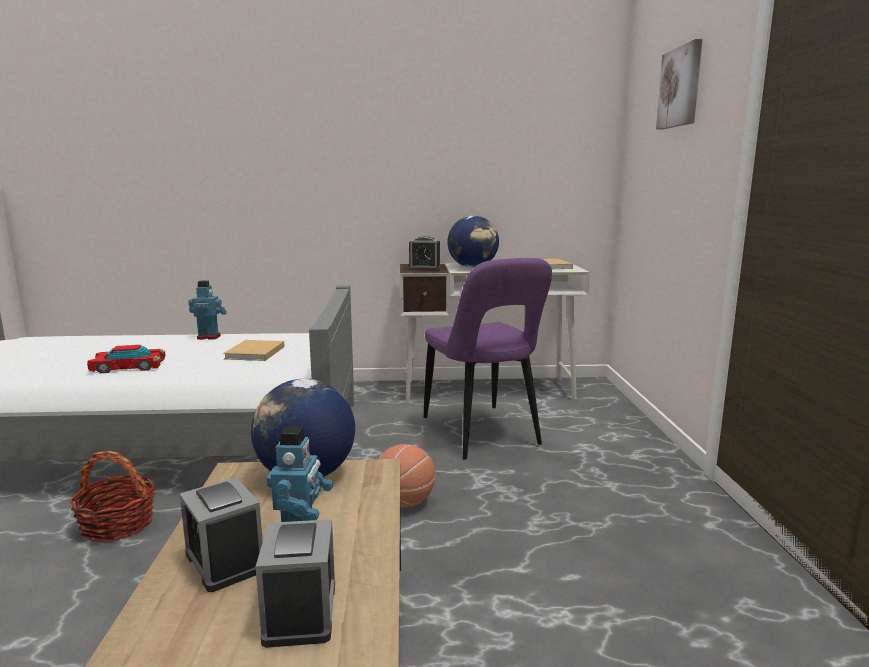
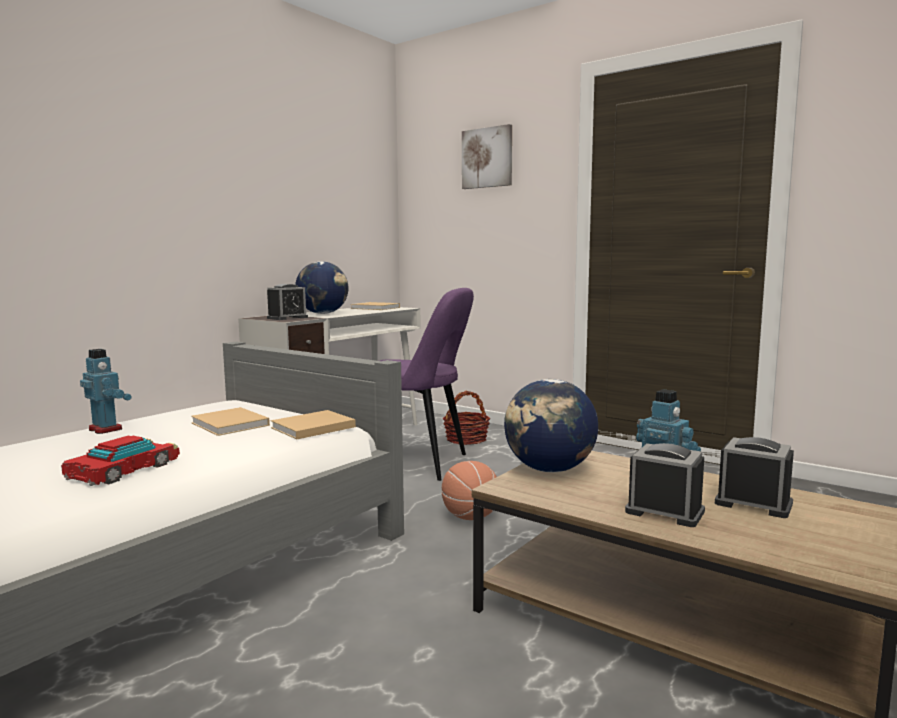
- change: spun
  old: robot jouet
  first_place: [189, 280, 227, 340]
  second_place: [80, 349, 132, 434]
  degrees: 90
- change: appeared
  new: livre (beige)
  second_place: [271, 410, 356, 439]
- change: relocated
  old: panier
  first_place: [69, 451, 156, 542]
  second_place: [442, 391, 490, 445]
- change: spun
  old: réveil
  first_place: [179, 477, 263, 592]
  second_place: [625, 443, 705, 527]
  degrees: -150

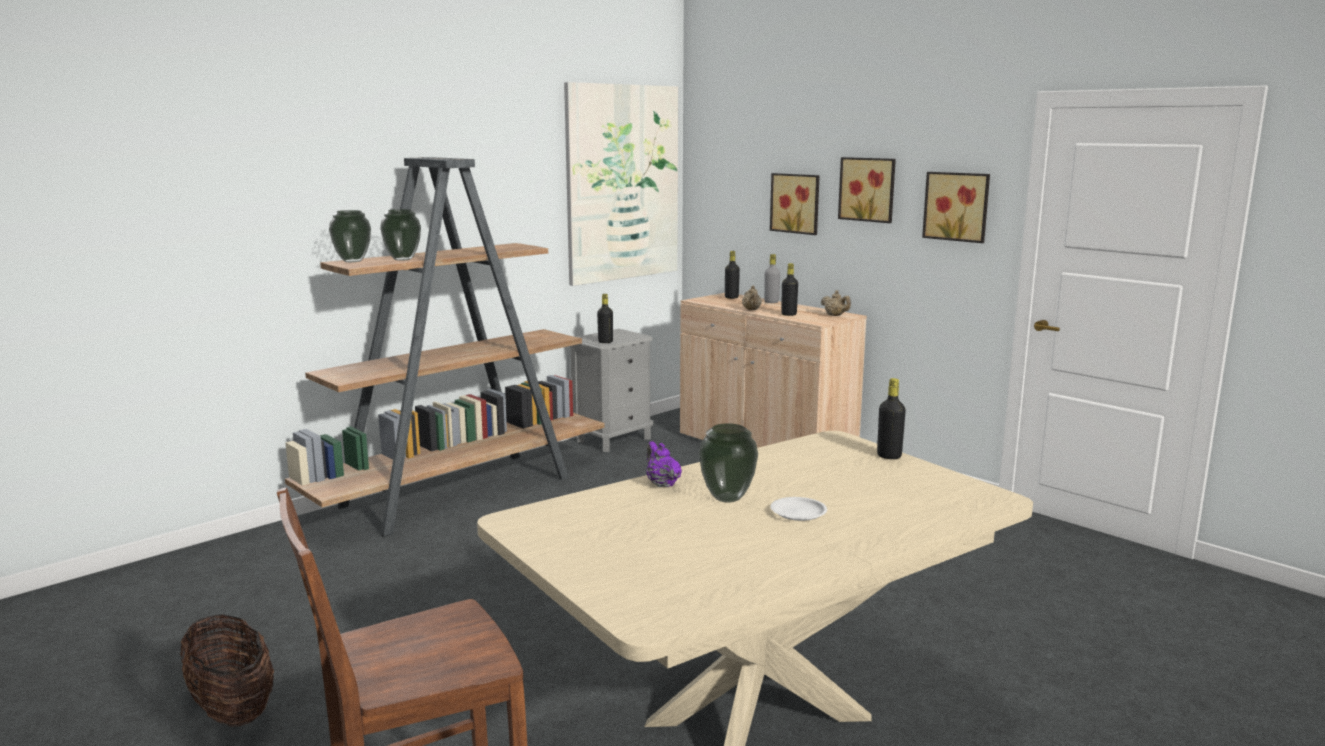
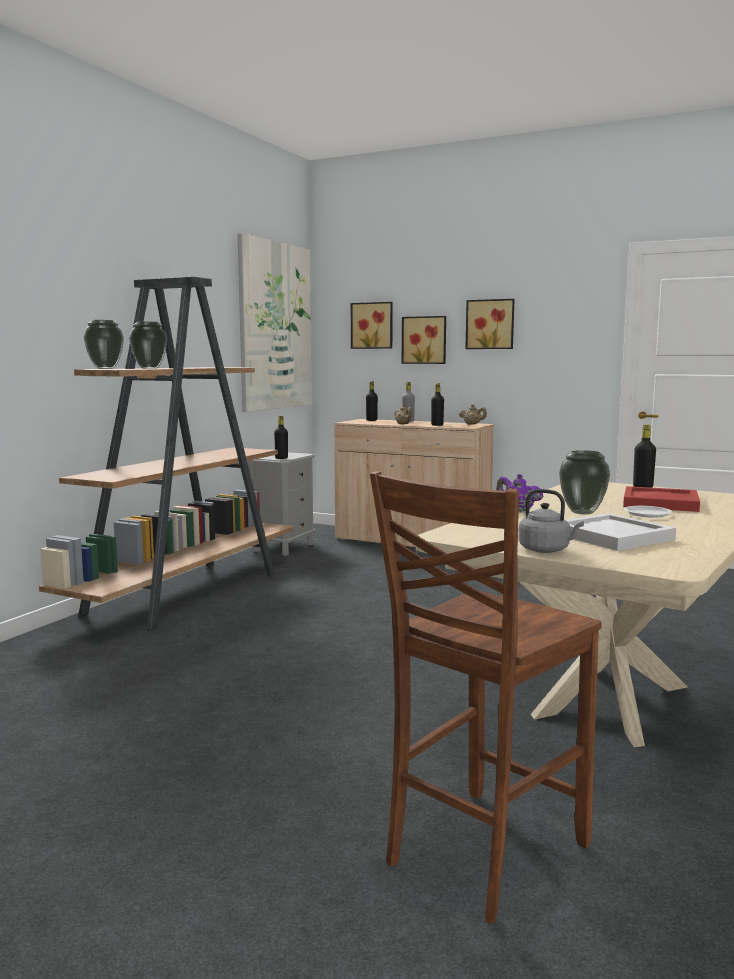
- change: relocated
  old: tableau
  first_place: [922, 172, 990, 243]
  second_place: [351, 302, 393, 349]
- change: appeared
  new: bouilloire (gris)
  second_place: [518, 489, 584, 553]
- change: appeared
  new: plateau (blanc)
  second_place: [566, 513, 676, 551]
- change: appeared
  new: plateau (rouge)
  second_place: [623, 486, 700, 512]
- change: missing
  old: panier
  first_place: [180, 614, 274, 727]

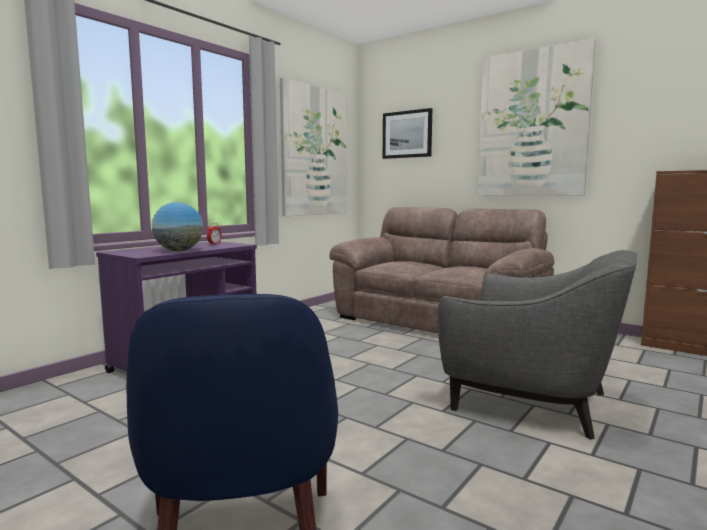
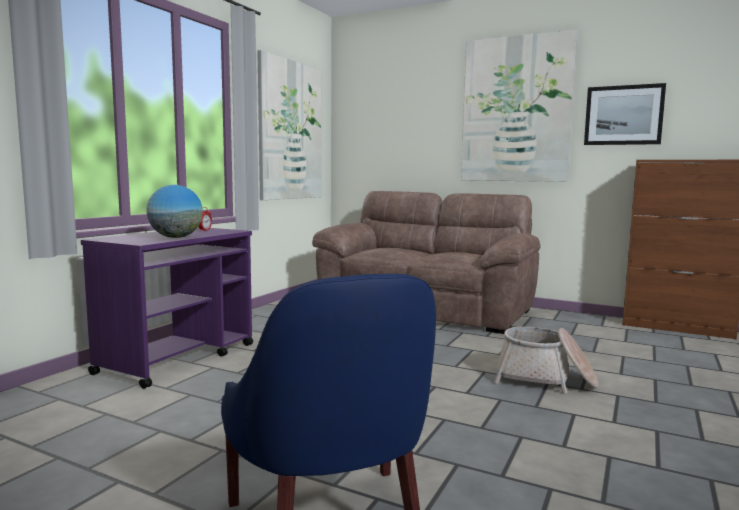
- change: exchanged
  old: fauteuil (gris)
  new: panier
  first_place: [437, 250, 637, 439]
  second_place: [494, 327, 598, 393]
- change: relocated
  old: tableau
  first_place: [383, 108, 432, 159]
  second_place: [584, 83, 666, 145]

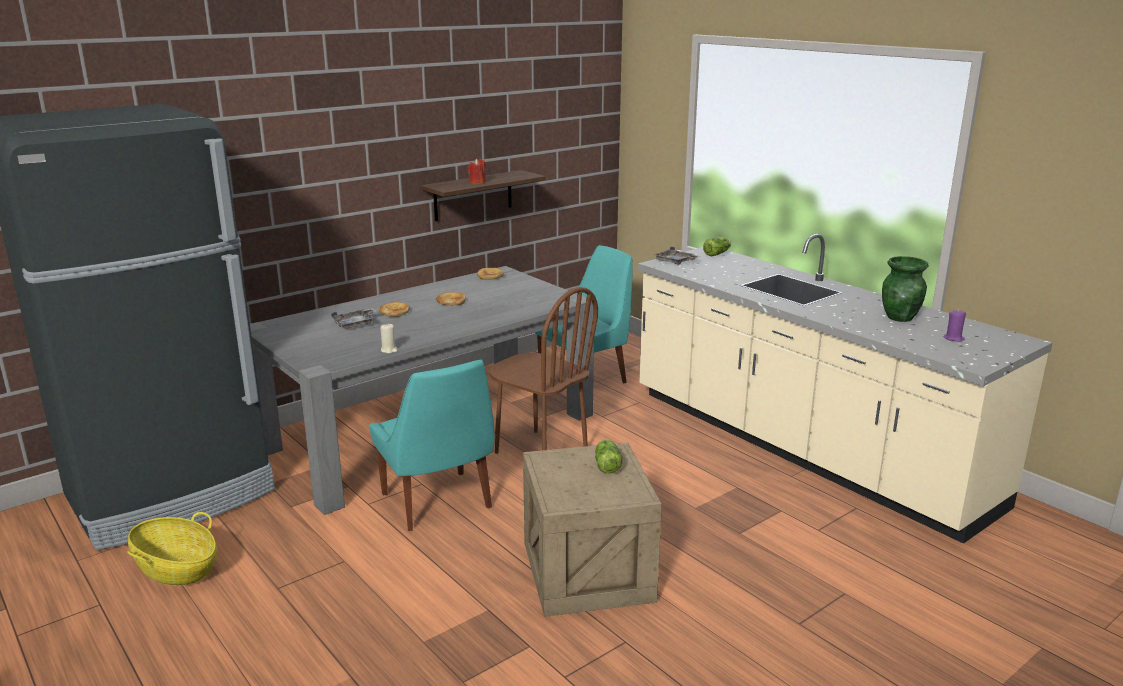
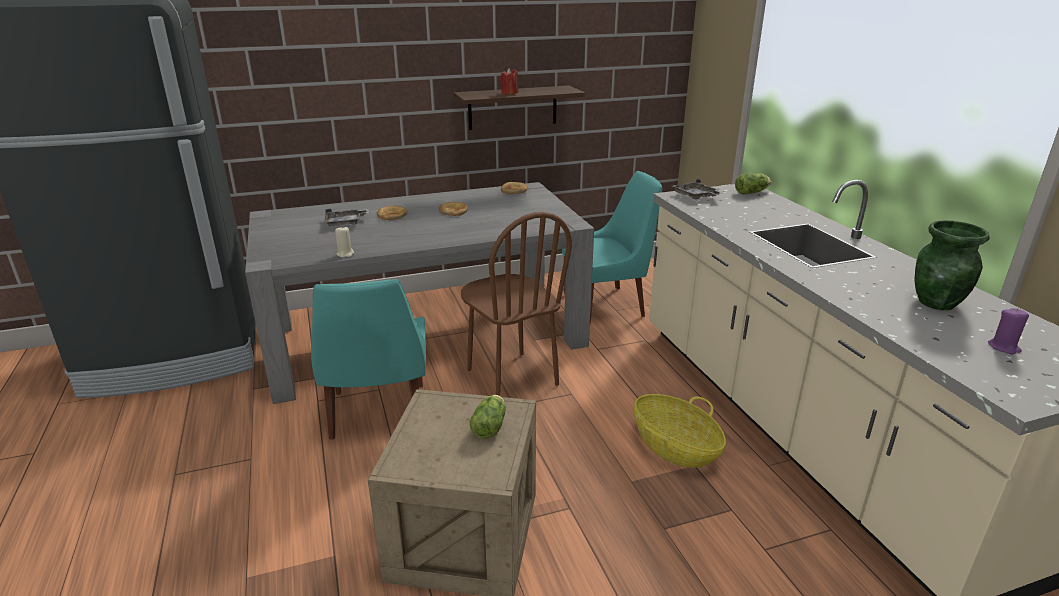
- change: relocated
  old: panier
  first_place: [127, 512, 217, 586]
  second_place: [634, 394, 726, 468]

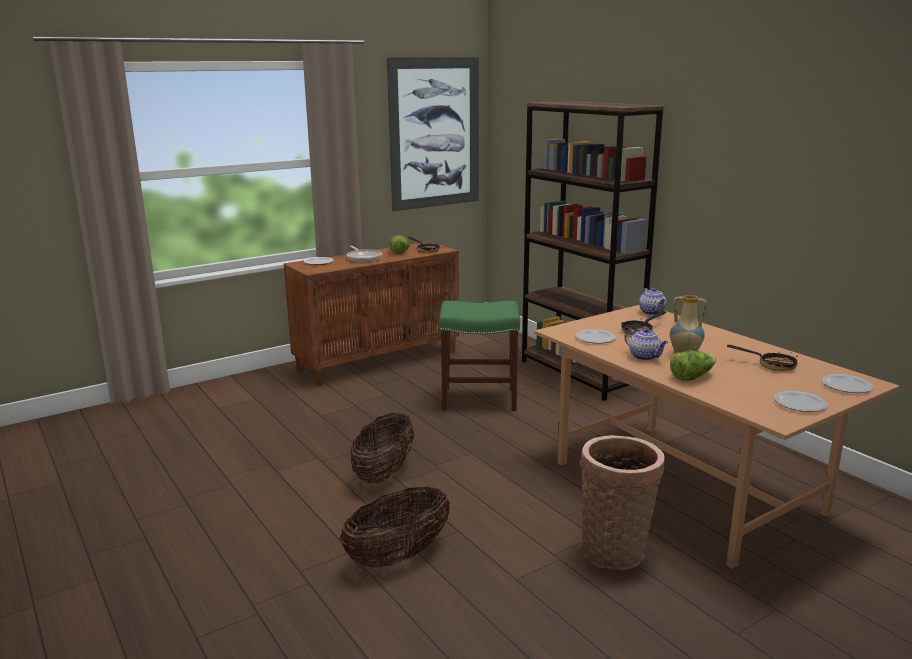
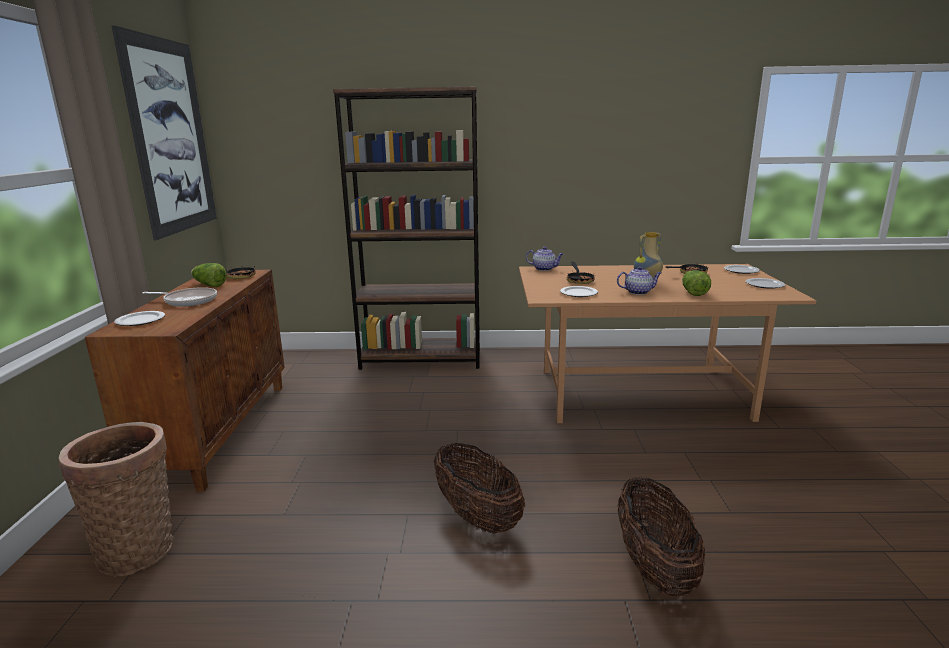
- change: relocated
  old: panier
  first_place: [580, 435, 665, 571]
  second_place: [59, 422, 173, 576]
- change: missing
  old: tabouret (vert)
  first_place: [439, 301, 520, 411]

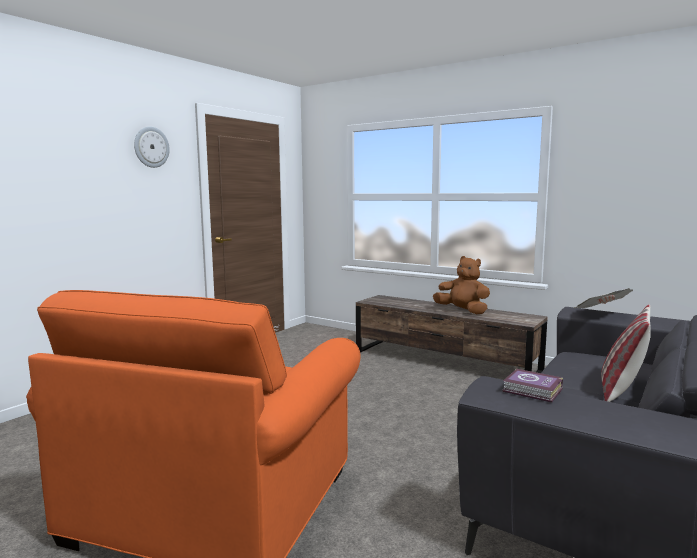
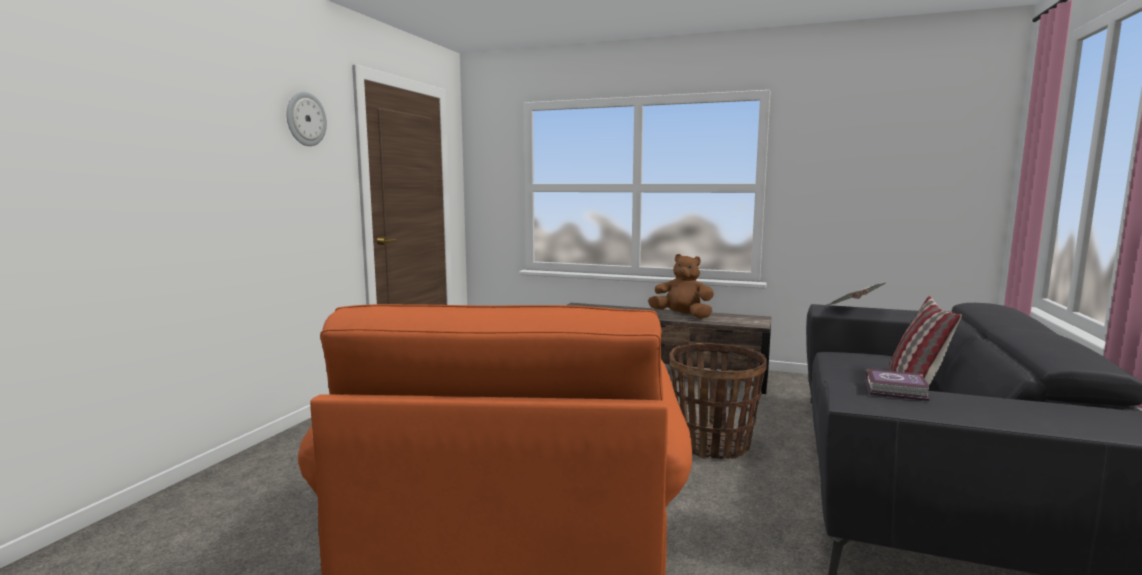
- change: appeared
  new: panier
  second_place: [669, 343, 767, 459]

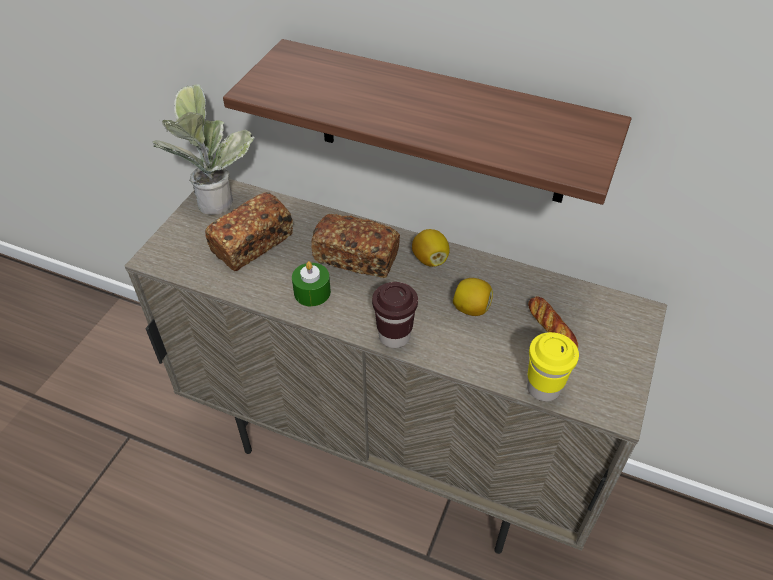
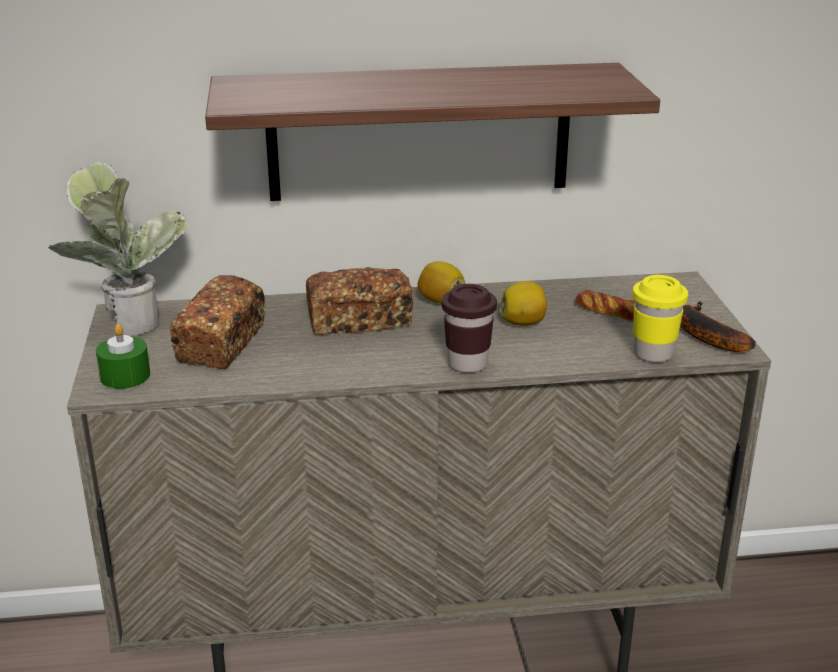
- change: relocated
  old: bougie (vert)
  first_place: [292, 261, 331, 307]
  second_place: [96, 324, 150, 389]
- change: appeared
  new: banane
  second_place: [680, 301, 756, 352]

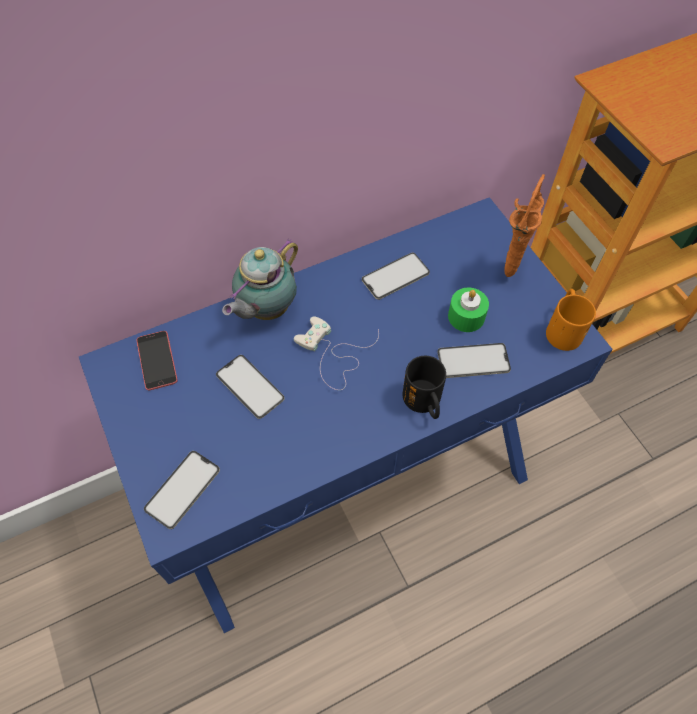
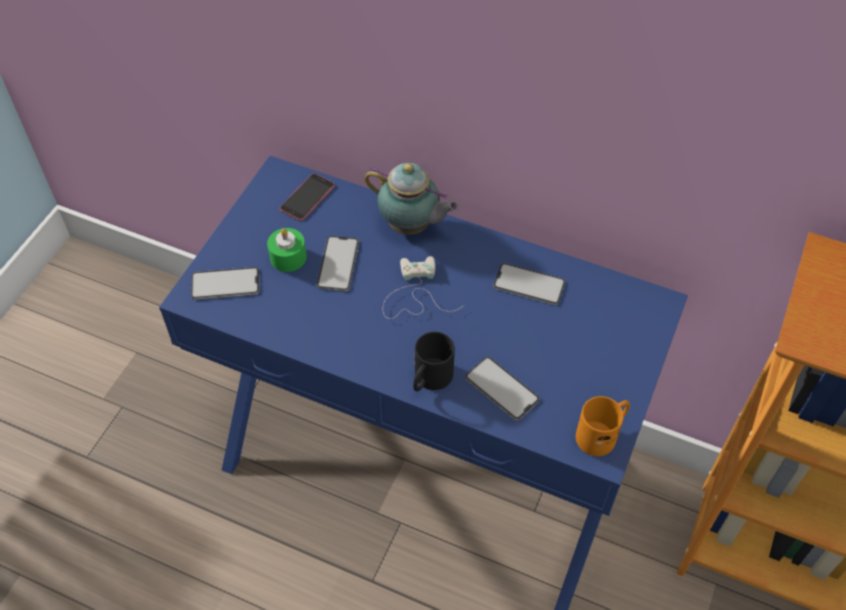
- change: relocated
  old: bougie (vert)
  first_place: [448, 288, 489, 332]
  second_place: [267, 228, 307, 272]
- change: spun
  old: théière
  first_place: [222, 238, 298, 320]
  second_place: [364, 163, 459, 235]
  degrees: -150
- change: missing
  old: vase (orange)
  first_place: [504, 174, 545, 277]

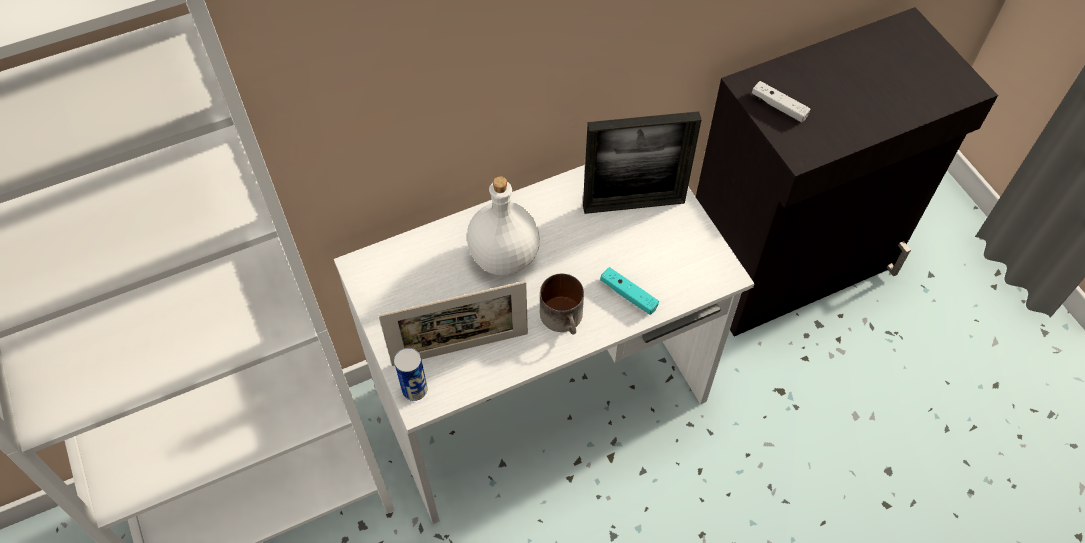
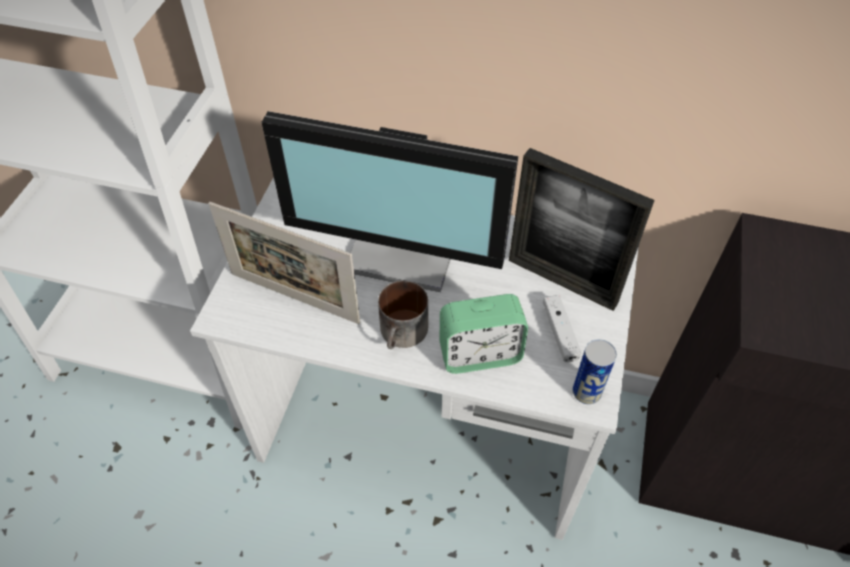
- change: exchanged
  old: bouteille (blanc)
  new: écran d'ordinateur
  first_place: [467, 176, 540, 275]
  second_place: [261, 111, 518, 292]
- change: exchanged
  old: manette (turquoise)
  new: réveil
  first_place: [600, 267, 659, 315]
  second_place: [439, 294, 528, 374]
- change: relocated
  old: manette (blanc)
  first_place: [752, 81, 810, 122]
  second_place: [543, 295, 582, 362]
- change: relocated
  old: boîte métallique
  first_place: [394, 348, 428, 401]
  second_place: [573, 339, 617, 404]

